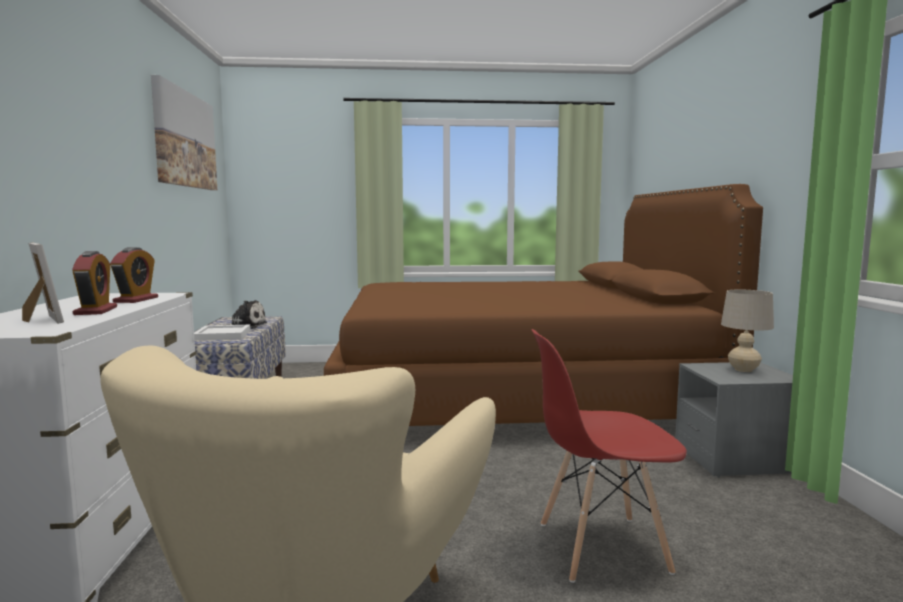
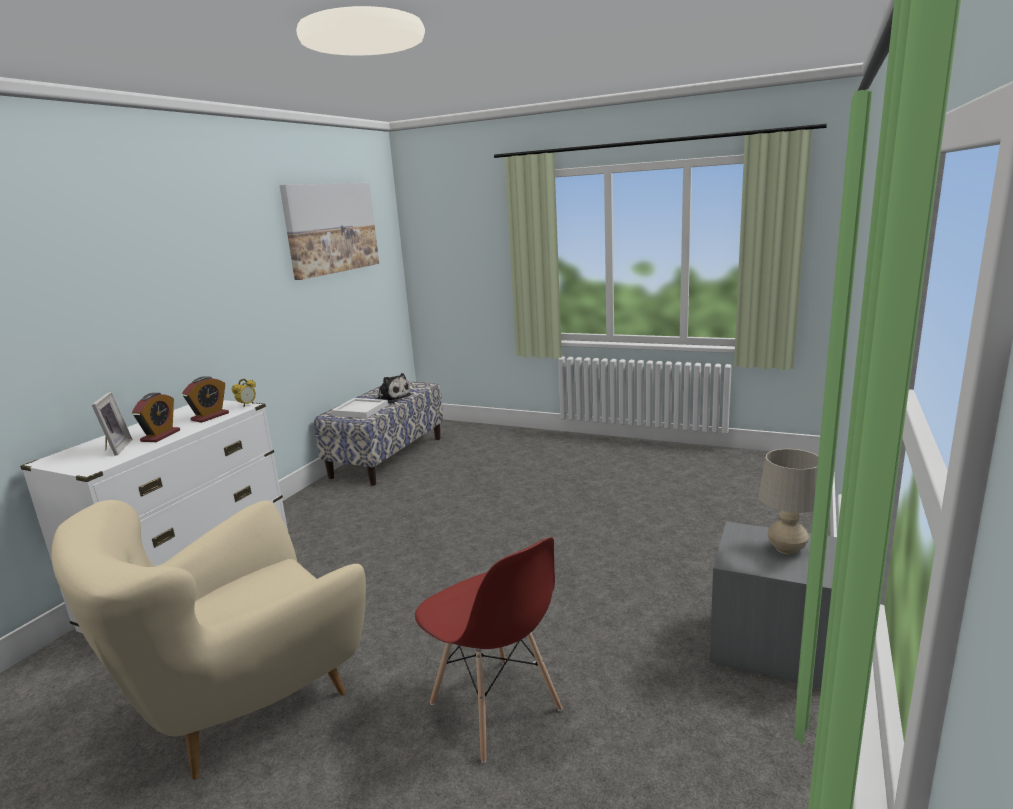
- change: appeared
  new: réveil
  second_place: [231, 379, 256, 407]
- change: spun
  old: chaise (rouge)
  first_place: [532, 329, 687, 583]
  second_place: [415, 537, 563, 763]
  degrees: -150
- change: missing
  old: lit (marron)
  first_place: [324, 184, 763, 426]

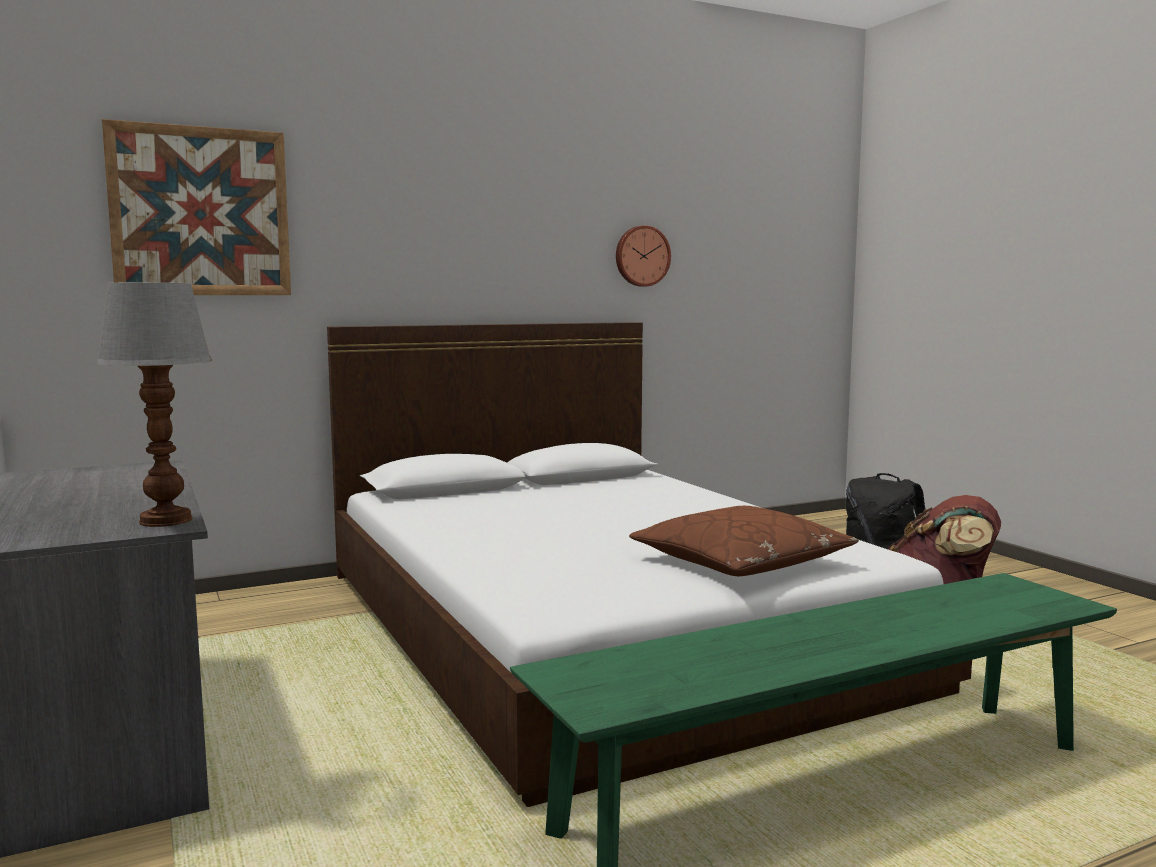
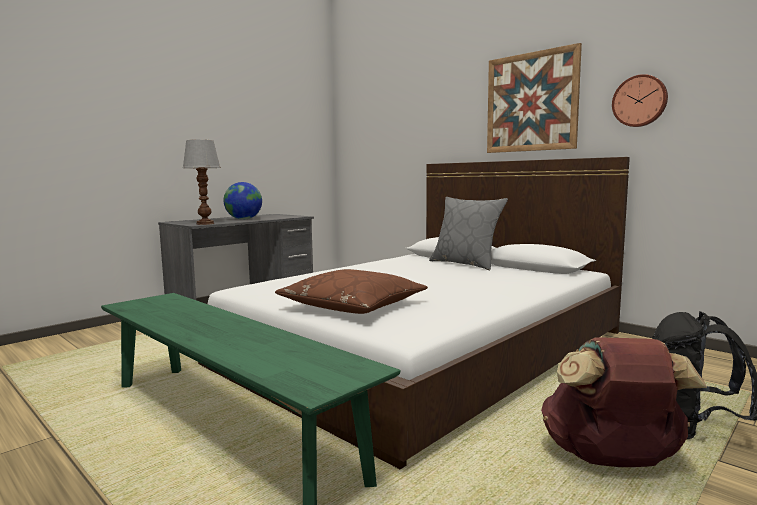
- change: appeared
  new: globe
  second_place: [223, 182, 262, 220]
- change: appeared
  new: coussin (gris)
  second_place: [429, 197, 508, 270]
- change: relocated
  old: tableau
  first_place: [102, 119, 291, 295]
  second_place: [487, 43, 582, 153]

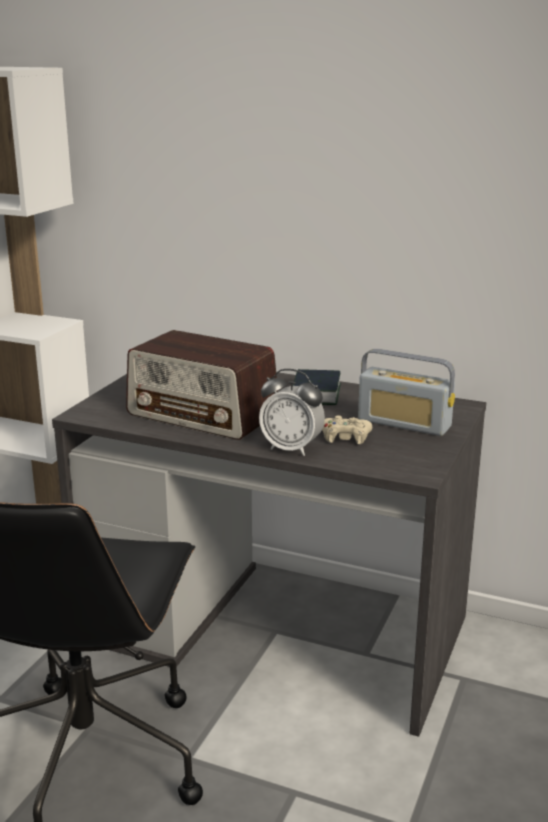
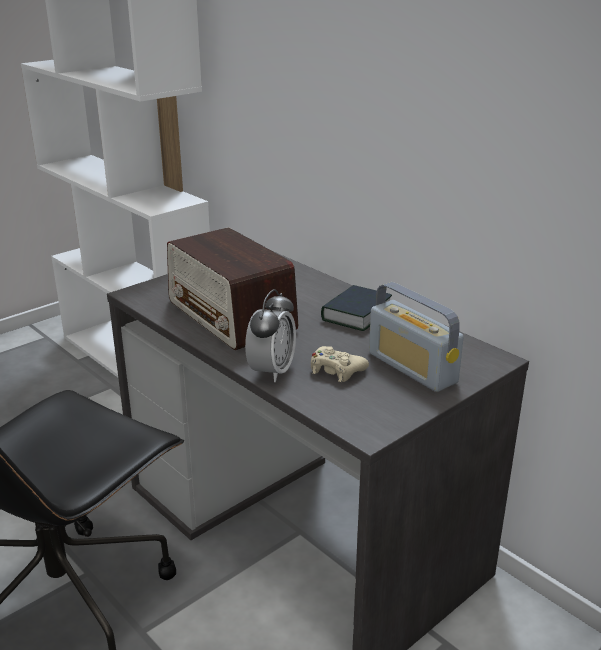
- change: spun
  old: réveil
  first_place: [259, 369, 325, 456]
  second_place: [245, 289, 296, 382]
  degrees: -120

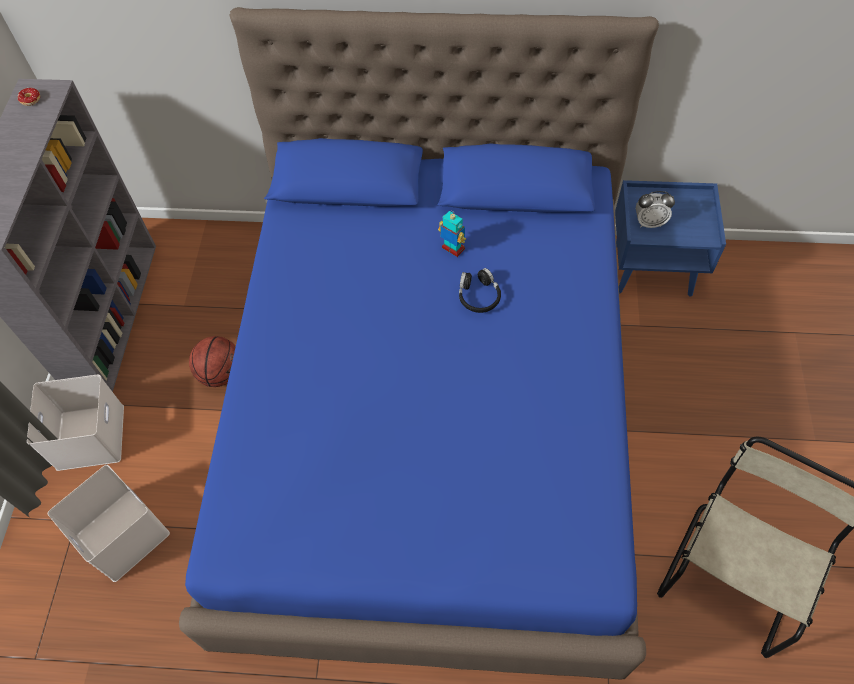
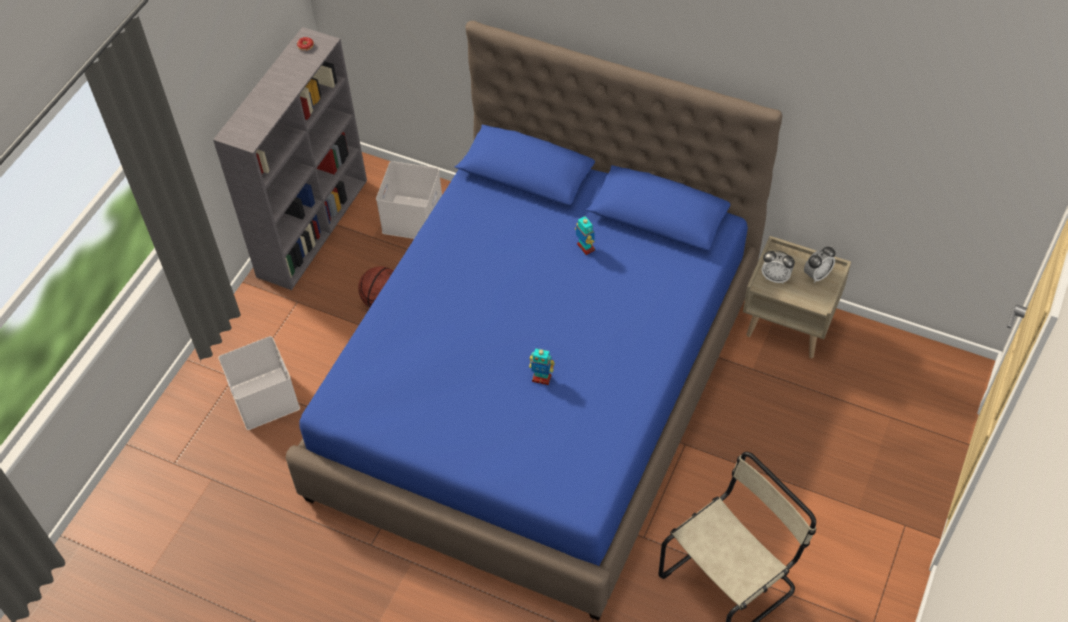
- change: relocated
  old: boîte de rangement (blanc)
  first_place: [27, 375, 124, 471]
  second_place: [376, 161, 442, 239]
- change: appeared
  new: robot jouet
  second_place: [529, 348, 555, 385]
- change: colour
  old: table de chevet (bleu)
  new: table de chevet (beige)
  first_place: [615, 180, 726, 296]
  second_place: [743, 236, 851, 358]
- change: appeared
  new: réveil
  second_place: [804, 247, 835, 283]
- change: missing
  old: casque audio (noir)
  first_place: [459, 268, 501, 313]

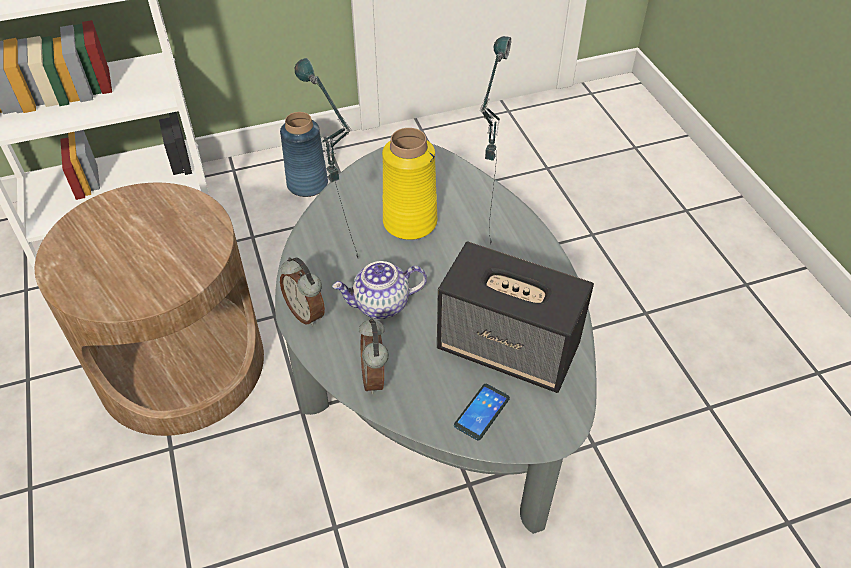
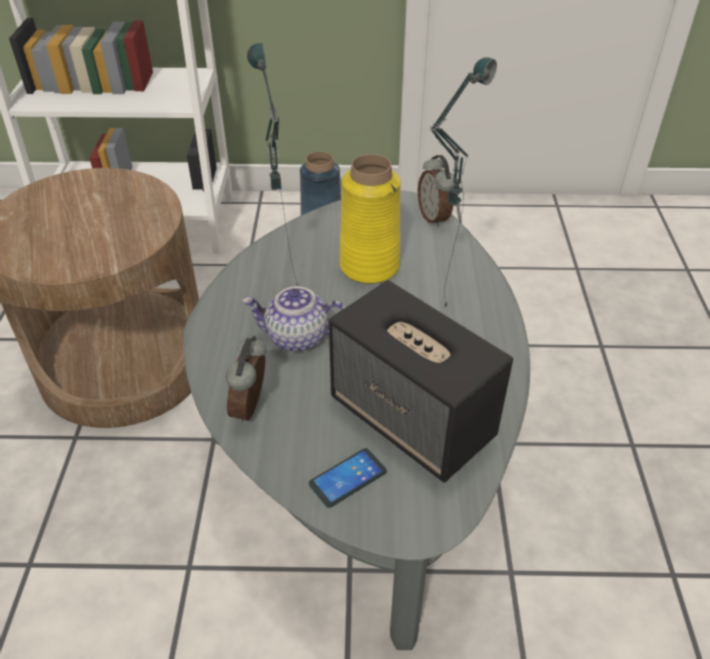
- change: relocated
  old: réveil
  first_place: [280, 257, 325, 326]
  second_place: [418, 155, 454, 228]

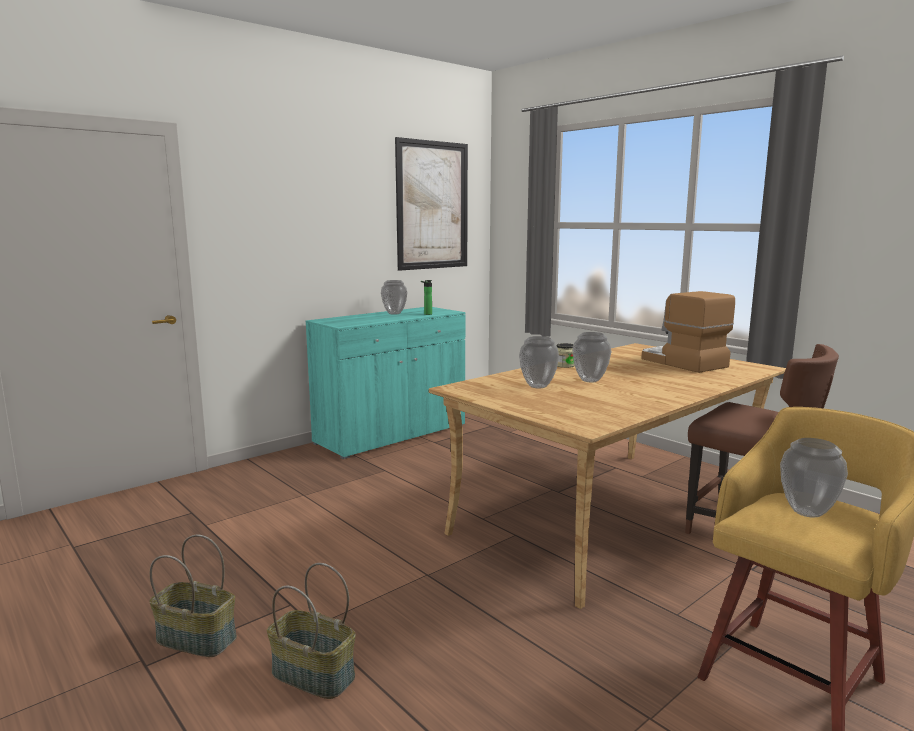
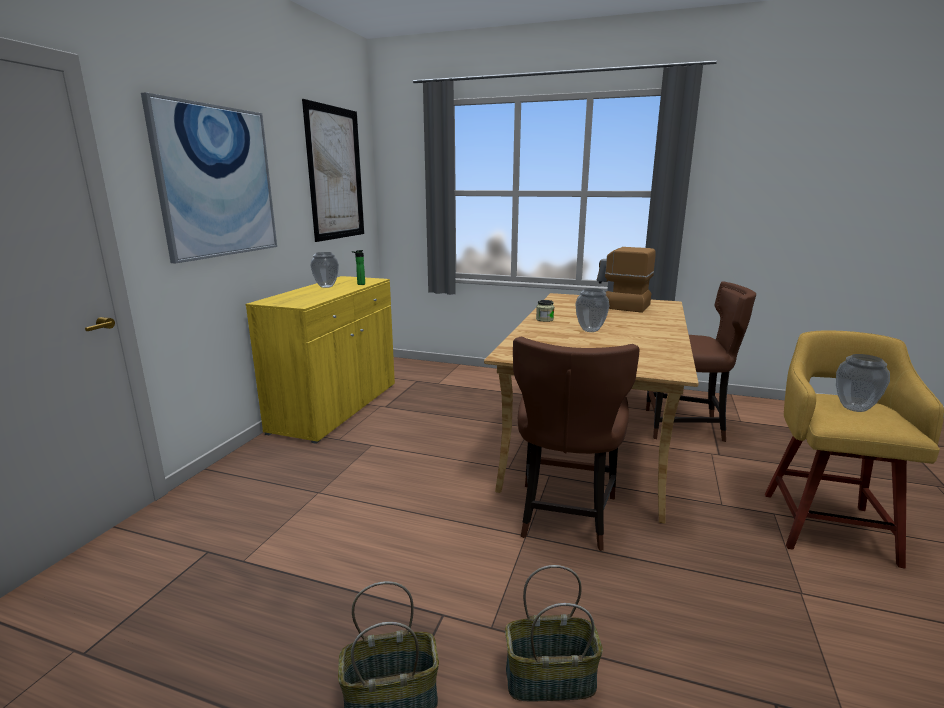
- change: appeared
  new: tableau
  second_place: [141, 92, 277, 264]
- change: colour
  old: meuble de rangement (turquoise)
  new: meuble de rangement (jaune)
  first_place: [306, 307, 465, 459]
  second_place: [246, 276, 395, 444]
- change: appeared
  new: chaise (marron)
  second_place: [513, 337, 640, 551]
- change: missing
  old: vase
  first_place: [519, 336, 559, 389]

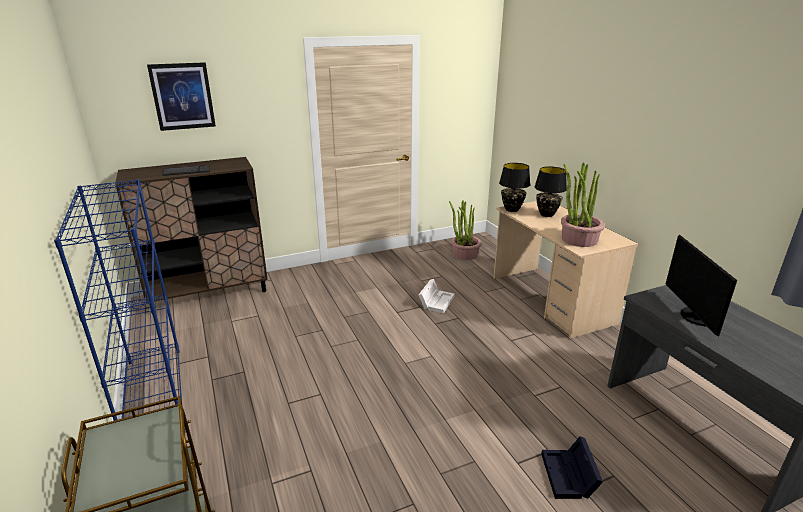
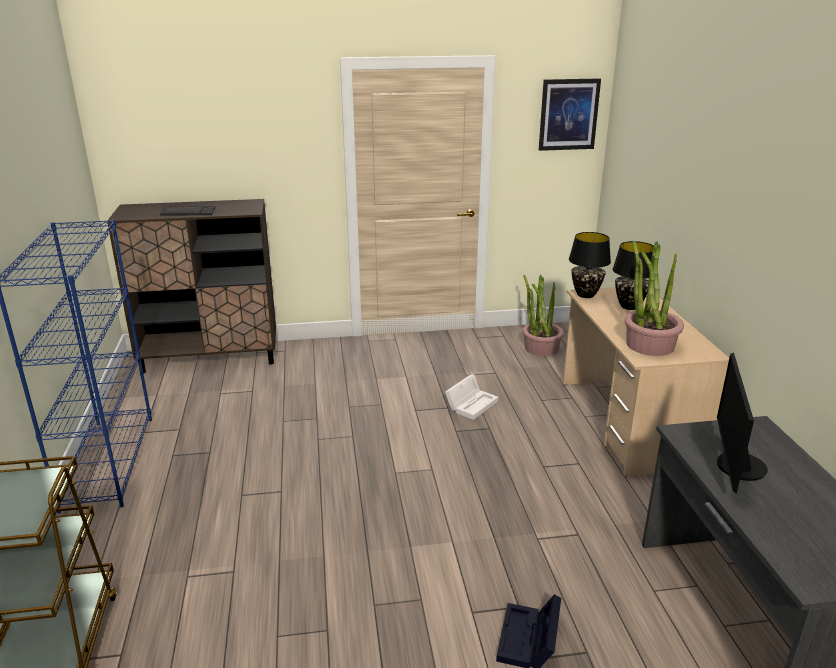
- change: relocated
  old: tableau
  first_place: [147, 62, 216, 131]
  second_place: [539, 78, 601, 151]

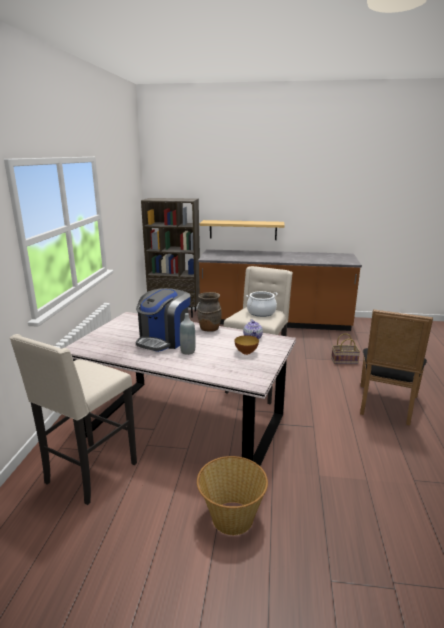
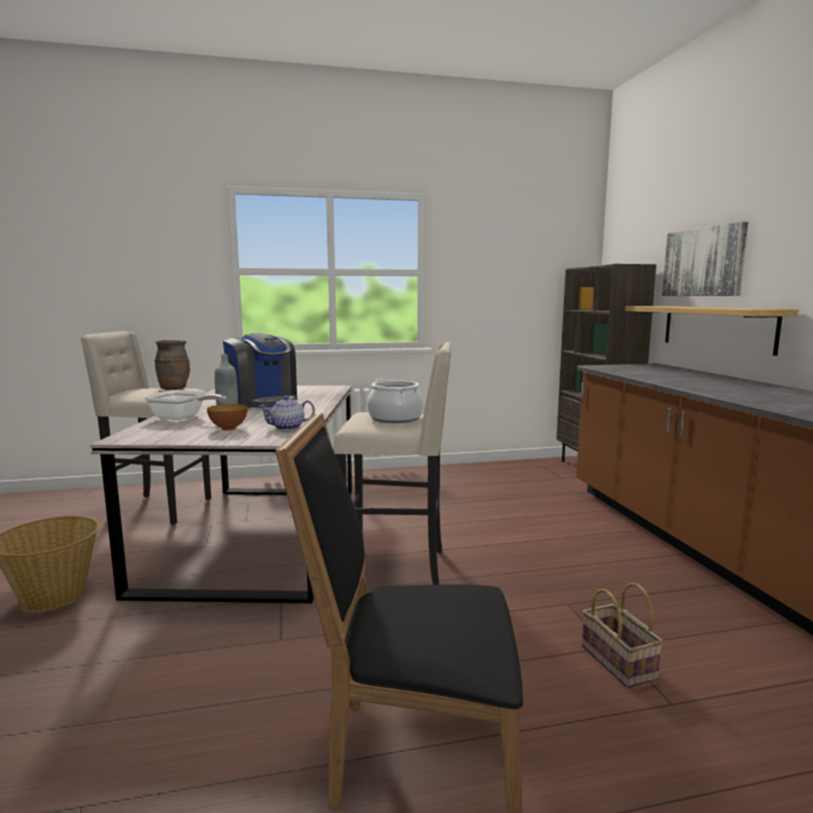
- change: appeared
  new: poêle
  second_place: [144, 390, 227, 420]
- change: relocated
  old: vase (marron)
  first_place: [197, 292, 222, 332]
  second_place: [154, 340, 190, 390]
- change: spun
  old: machine à café
  first_place: [136, 288, 191, 352]
  second_place: [223, 333, 297, 408]
  degrees: -135
- change: appeared
  new: tableau
  second_place: [662, 222, 748, 296]

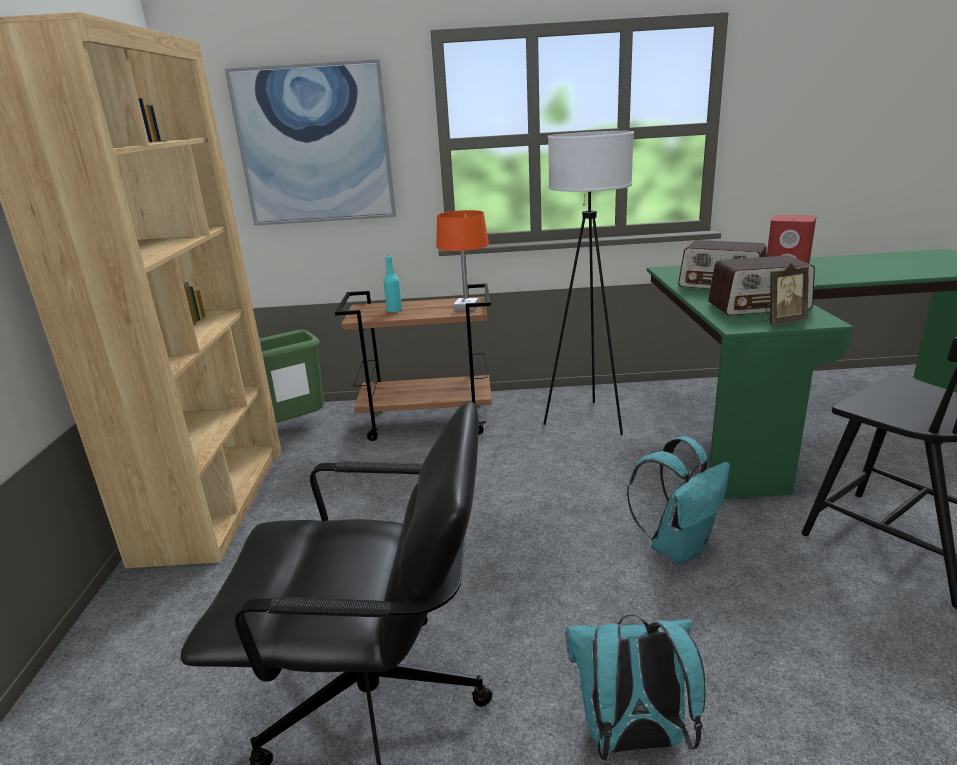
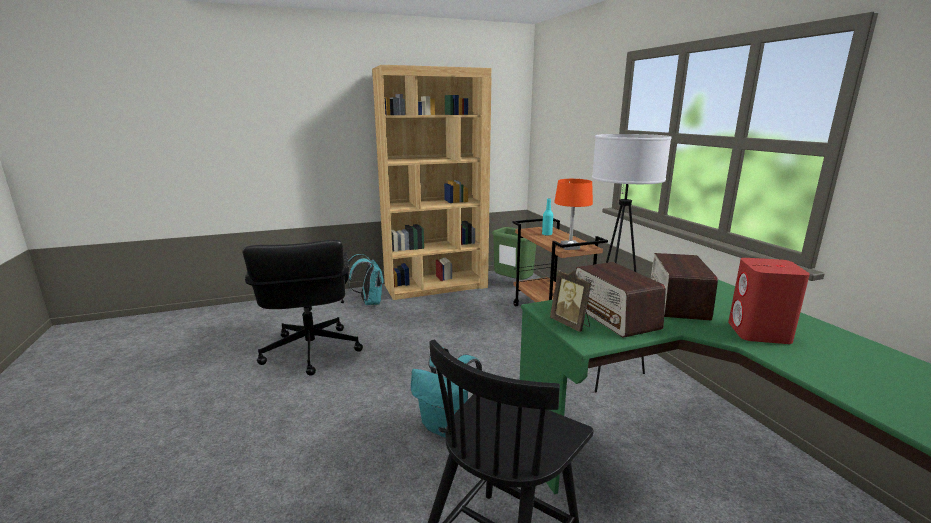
- change: relocated
  old: sac à dos (turquoise)
  first_place: [565, 614, 705, 761]
  second_place: [347, 254, 384, 305]
- change: missing
  old: tableau
  first_place: [225, 59, 396, 226]

